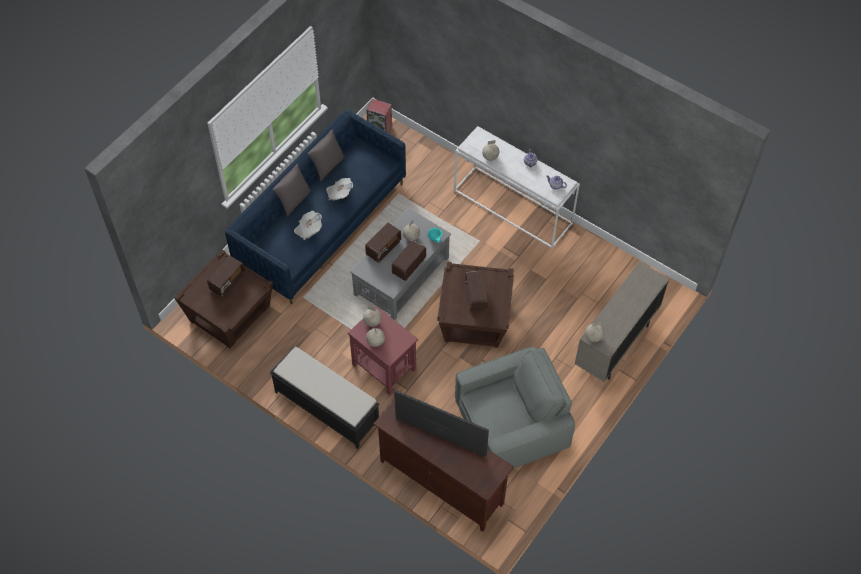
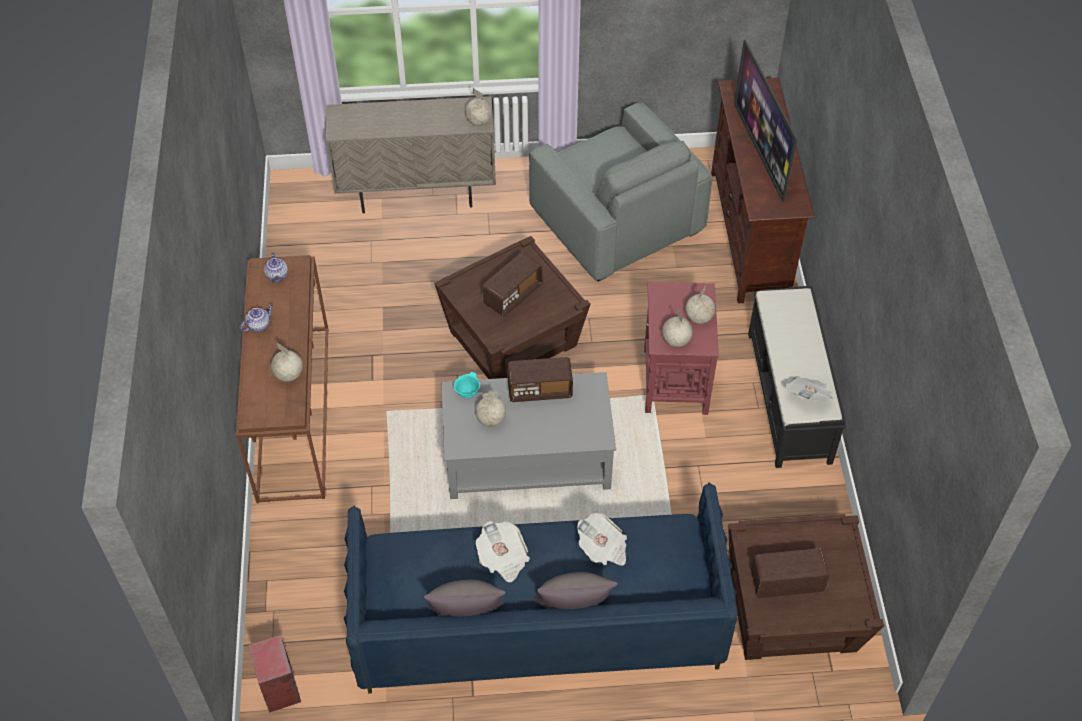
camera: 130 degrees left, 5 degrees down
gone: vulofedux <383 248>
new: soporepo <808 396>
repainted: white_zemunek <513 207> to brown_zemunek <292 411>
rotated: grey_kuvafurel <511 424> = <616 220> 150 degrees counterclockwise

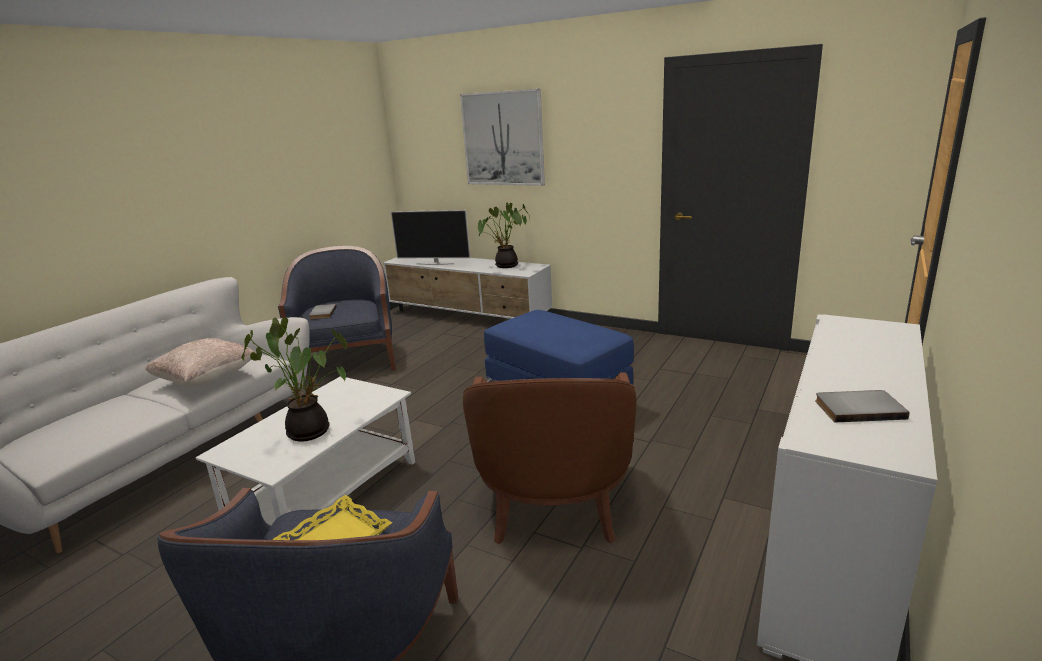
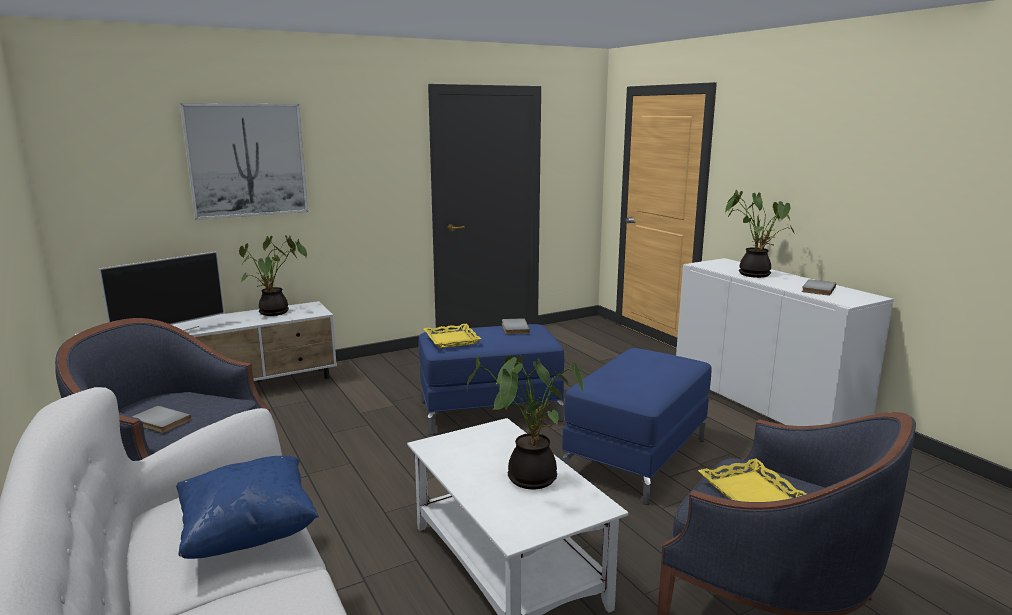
camera: 60 degrees left, 5 degrees down
new: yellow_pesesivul <451 340>; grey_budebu <514 328>; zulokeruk <754 274>
swapped: brown_kuvafurel <553 501> to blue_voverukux <636 457>
repainted: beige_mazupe <206 380> to blue_mazupe <249 533>

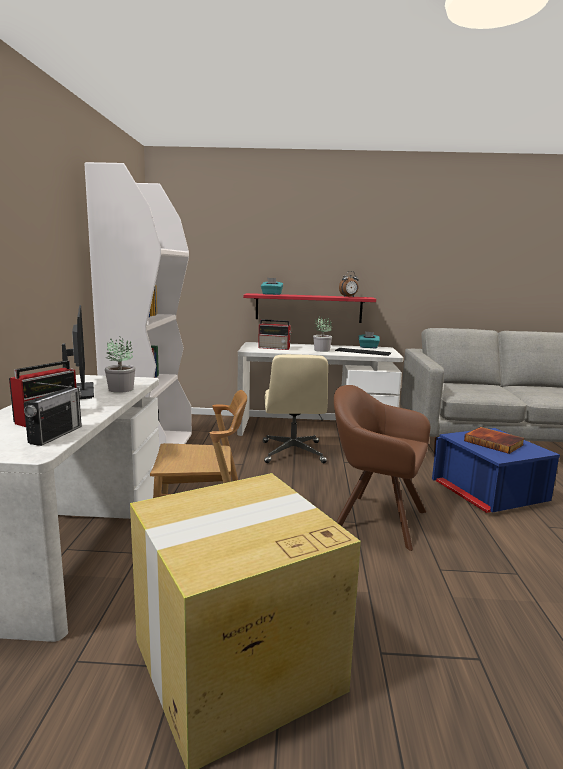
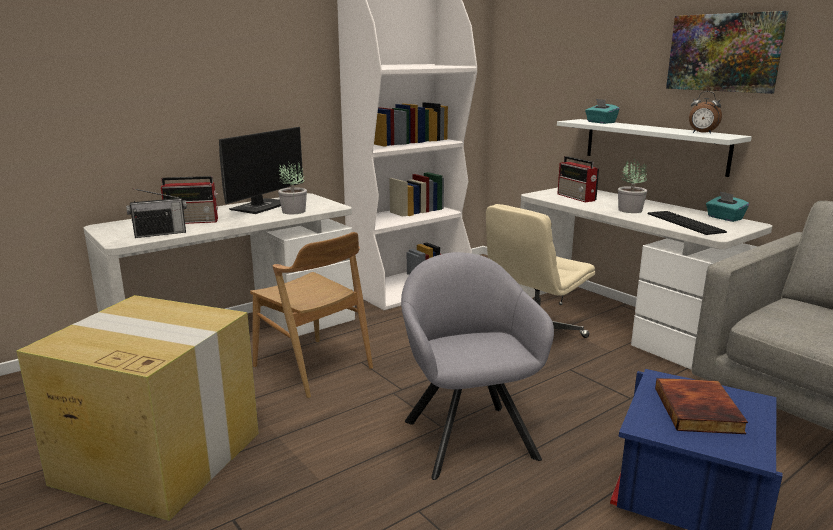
camera: 50 degrees right, 5 degrees up
new: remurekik <724 52>
repainted: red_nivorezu <308 308> to white_nivorezu <654 146>; brown_kuvafurel <374 518> to grey_kuvafurel <467 434>

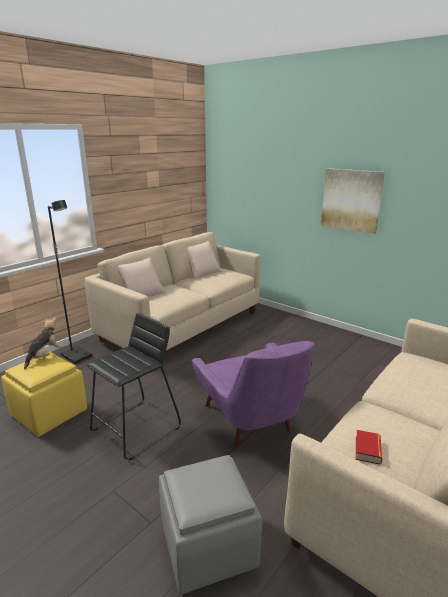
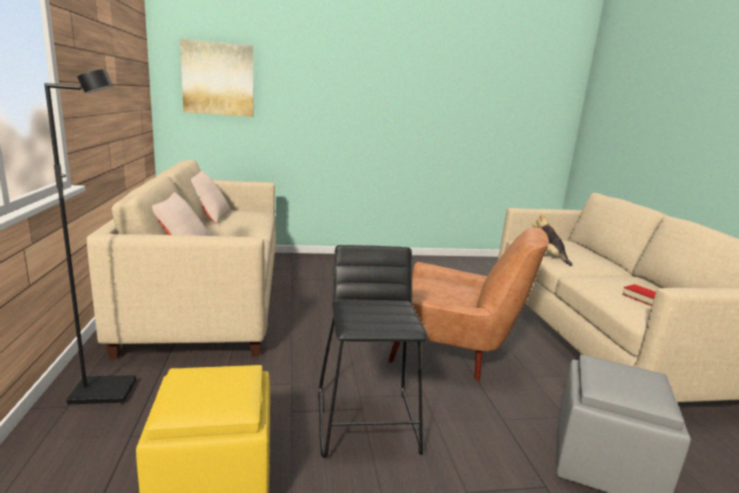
camera: 50 degrees left, 5 degrees down
shifted: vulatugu <45 356> to <549 256>; remurekik <351 200> to <218 79>
repainted: purple_kuvafurel <252 423> to brown_kuvafurel <451 354>

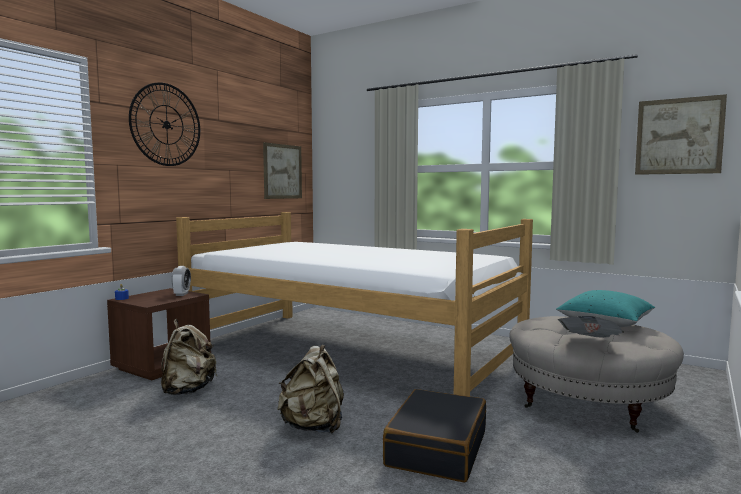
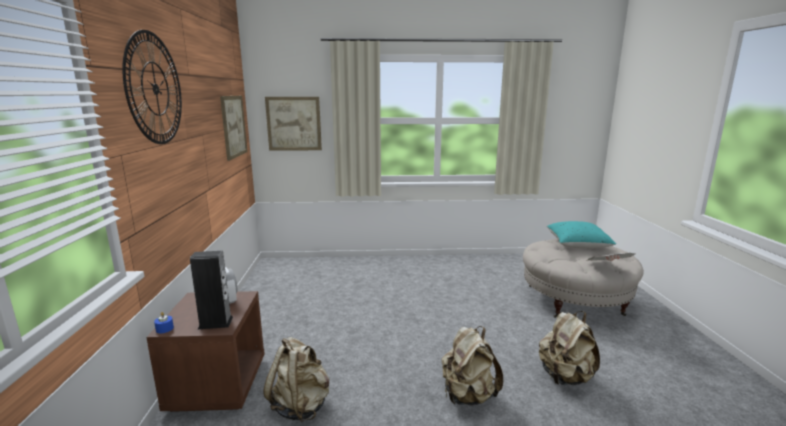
camera: 35 degrees left, 10 degrees up
gone: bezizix <349 353>
new: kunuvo <215 323>
shifted: remurekik <678 136> to <294 123>
swapped: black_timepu <436 448> to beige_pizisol <565 377>

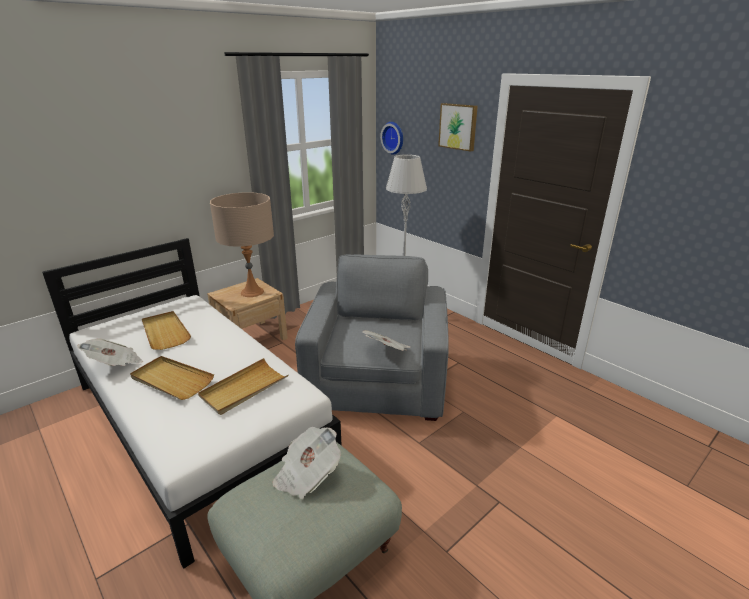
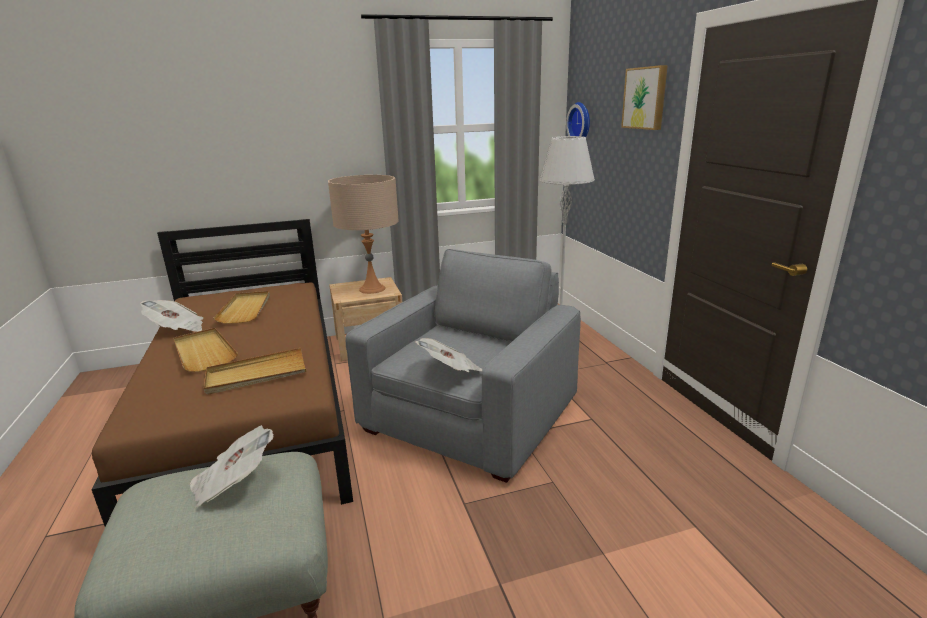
camera: 25 degrees right, 5 degrees down
repainted: white_bezizix <199 422> to brown_bezizix <253 414>

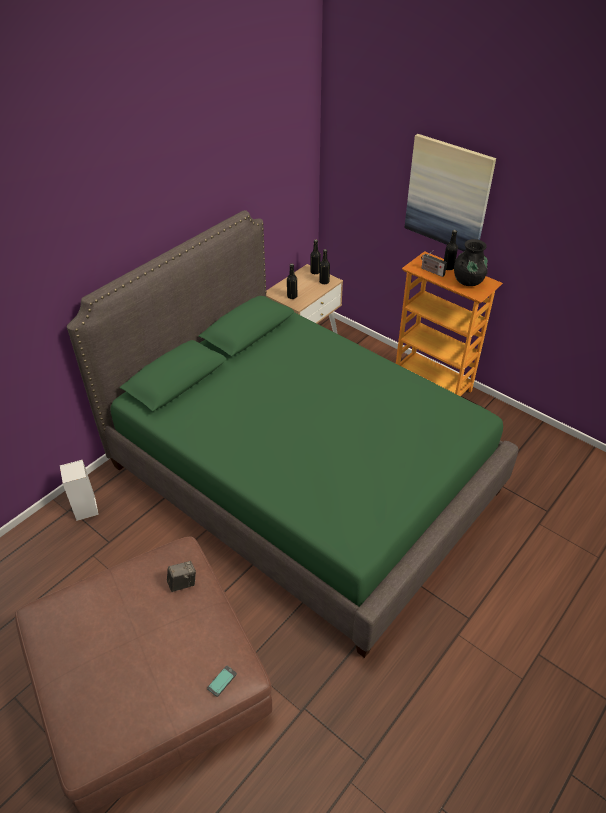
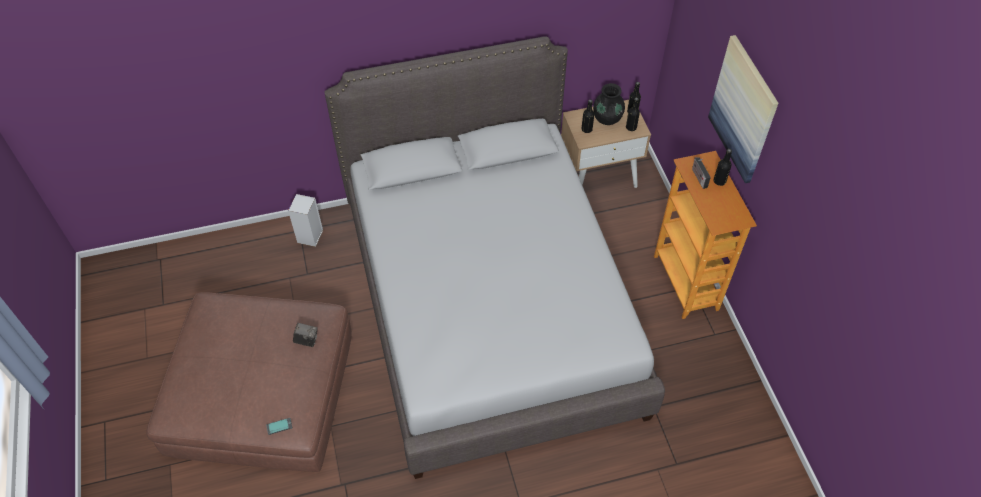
camera: 35 degrees right, 10 degrees up
shifted: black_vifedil <468 281> to <607 118>
repainted: green_bezizix <302 478> to grey_bezizix <490 306>

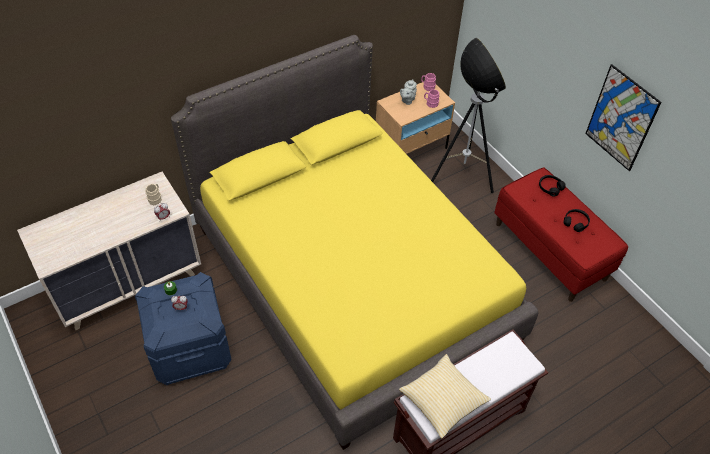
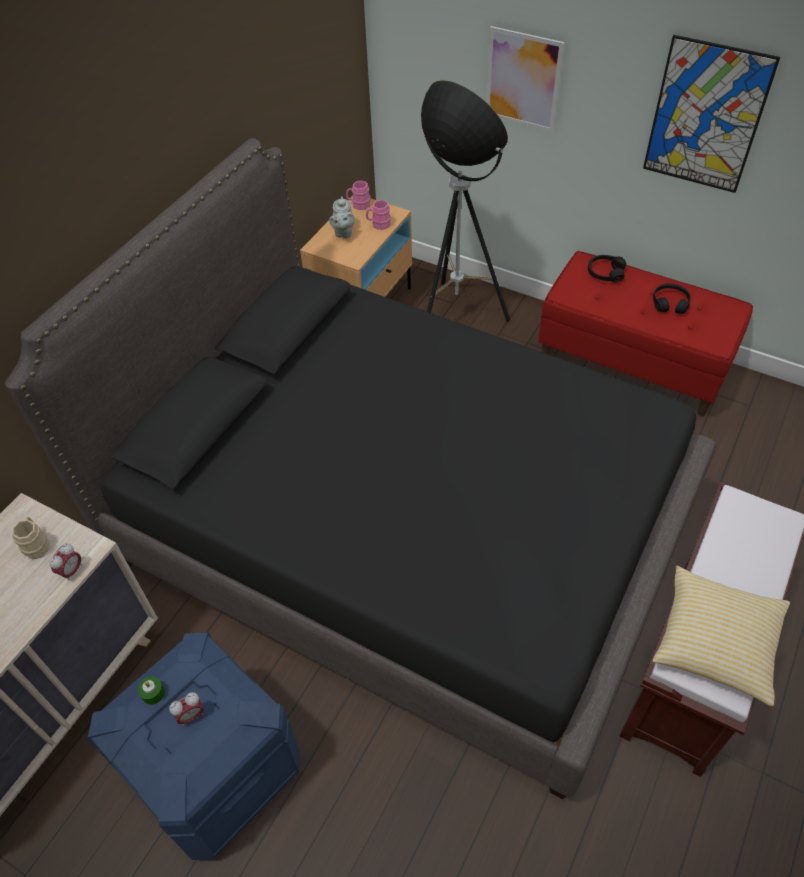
camera: 25 degrees left, 0 degrees up
new: remurekik <523 80>
repainted: yellow_bezizix <353 282> to black_bezizix <405 530>

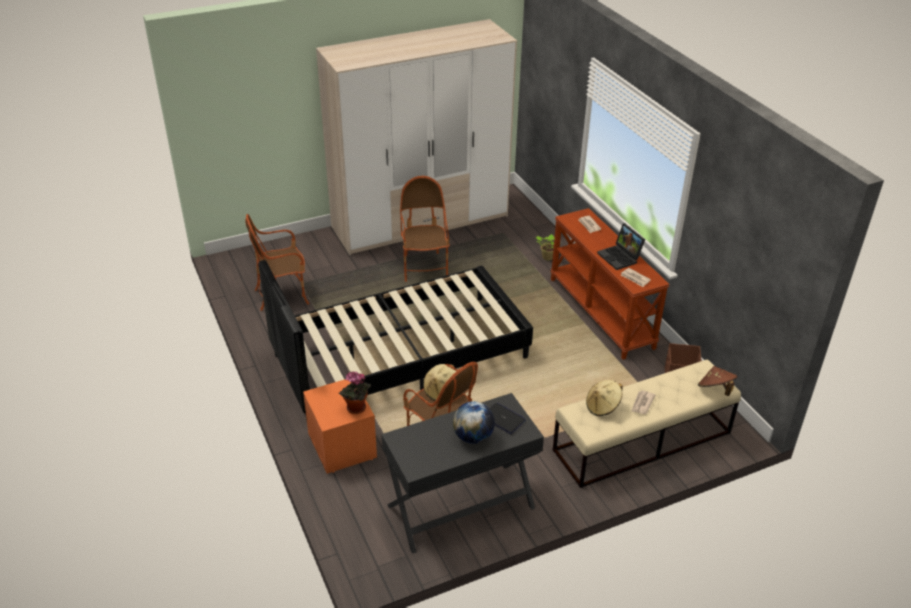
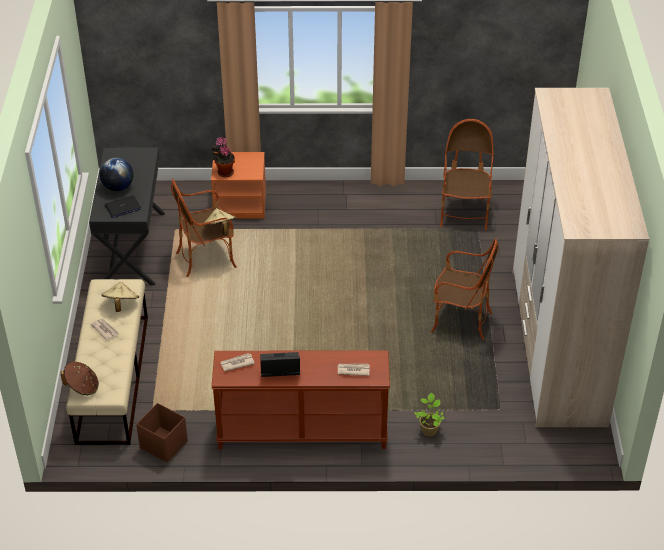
camera: 115 degrees right, 5 degrees up
gone: black_bezizix <400 356>

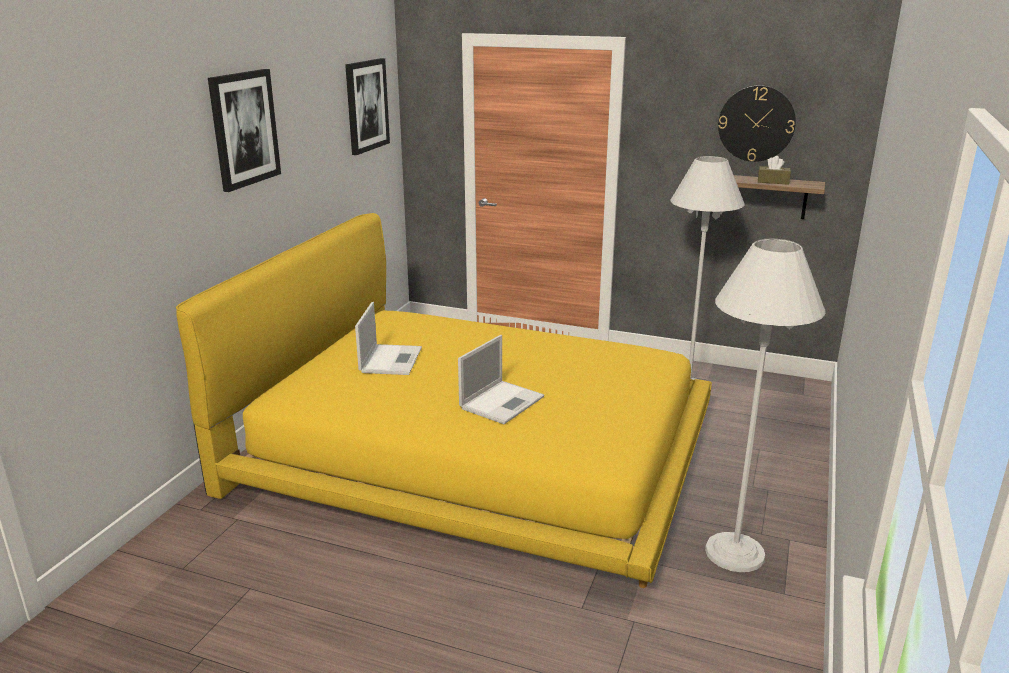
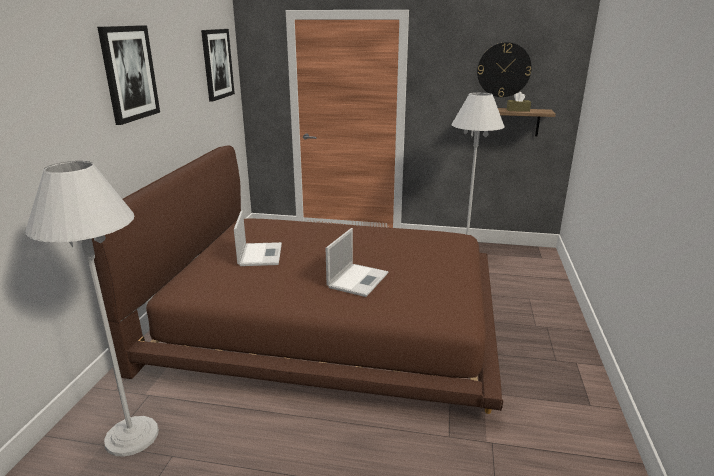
camera: 10 degrees left, 0 degrees up
shifted: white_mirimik <734 553> to <131 436>
repainted: yellow_bezizix <474 451> to brown_bezizix <328 319>

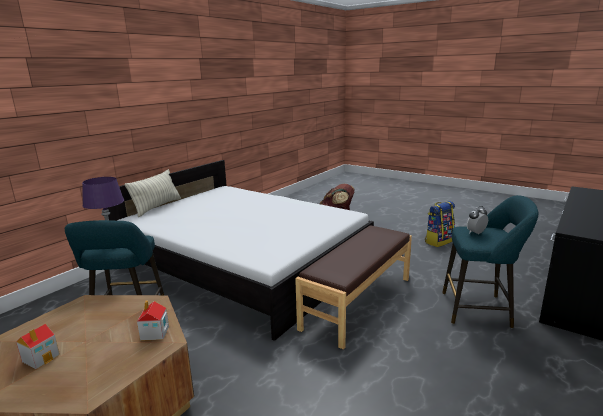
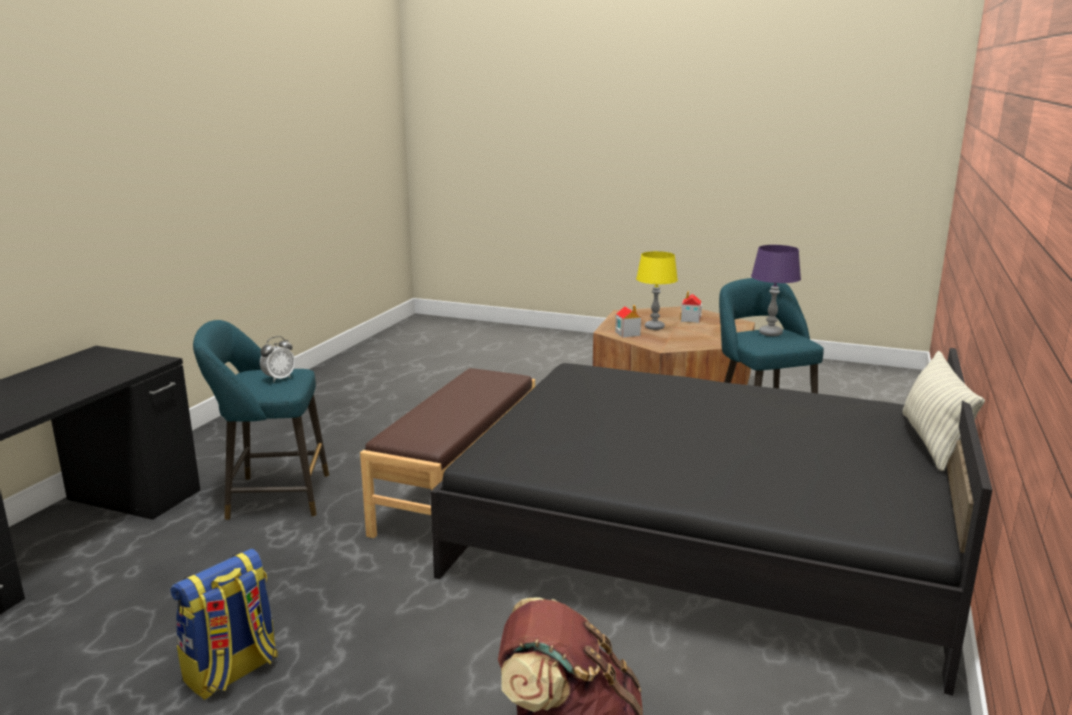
camera: 165 degrees right, 0 degrees up
new: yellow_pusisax <654 327>
repainted: white_bezizix <244 264> to black_bezizix <704 534>

